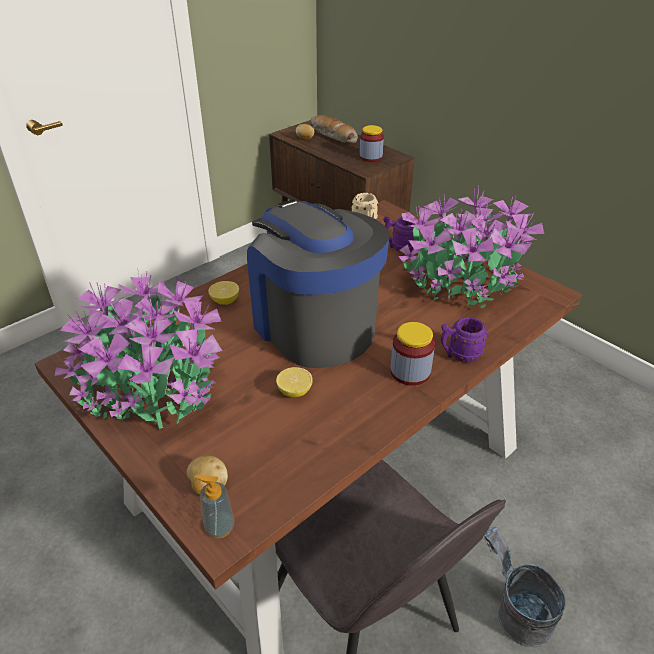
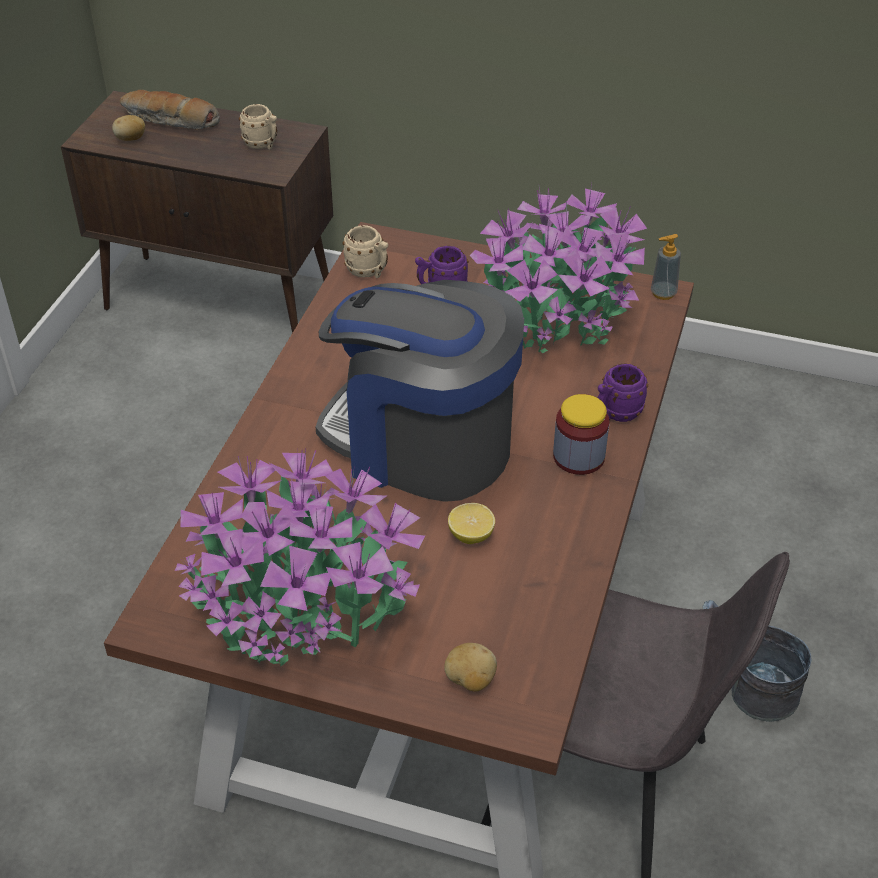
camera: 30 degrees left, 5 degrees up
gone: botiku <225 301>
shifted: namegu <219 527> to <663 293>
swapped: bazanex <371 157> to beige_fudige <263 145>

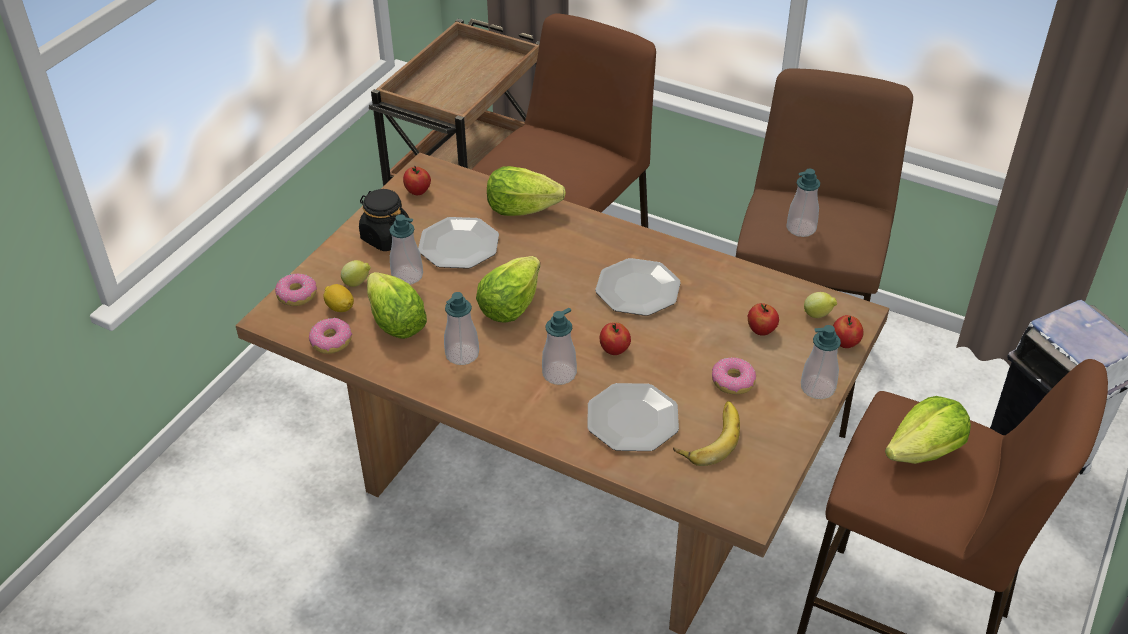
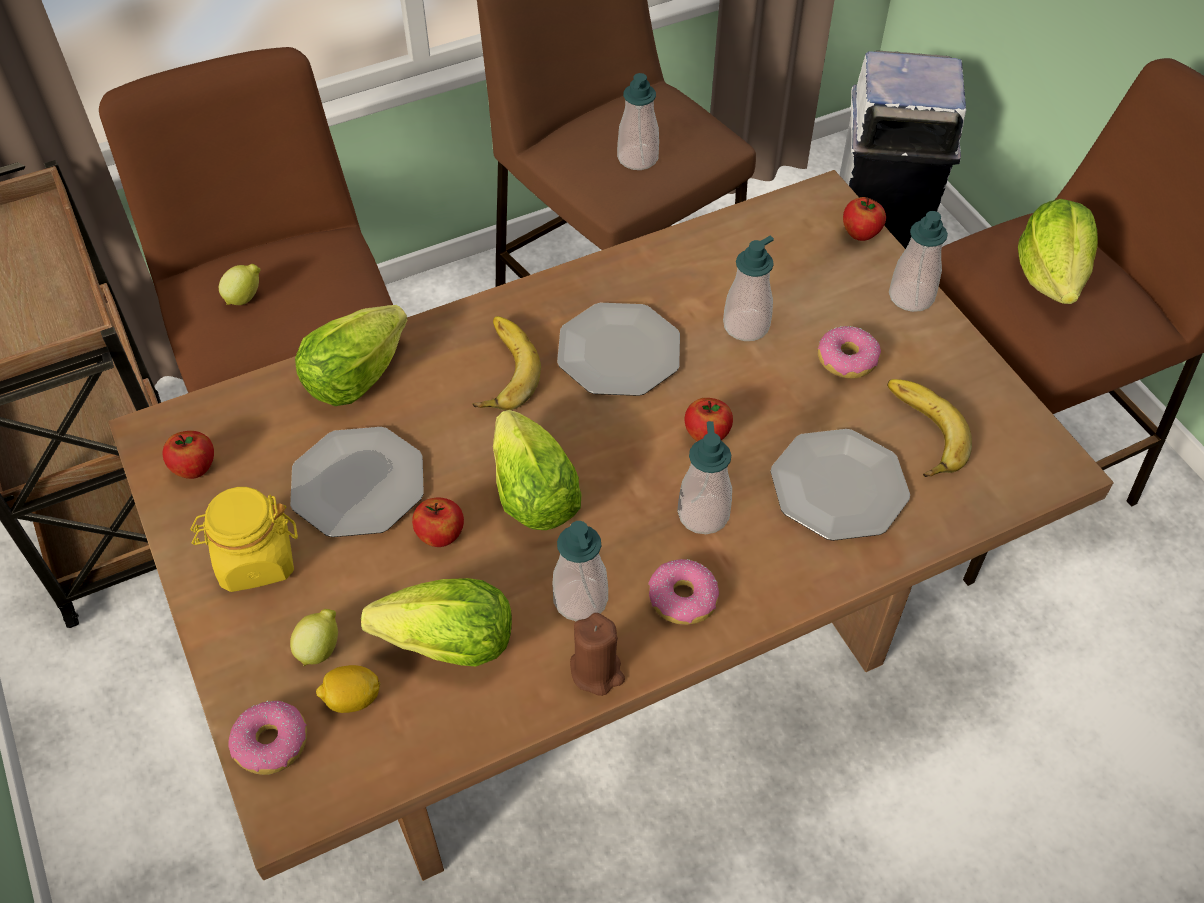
camera: 55 degrees left, 10 degrees up
new: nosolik <499 370>; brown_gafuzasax <597 671>
shifted: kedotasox <331 341> to <682 598>; namegu <407 276> to <746 326>; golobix <761 330> to <441 536>; botiku <818 315> to <245 298>
repainted: black_bazanex <386 237> to yellow_bazanex <255 560>

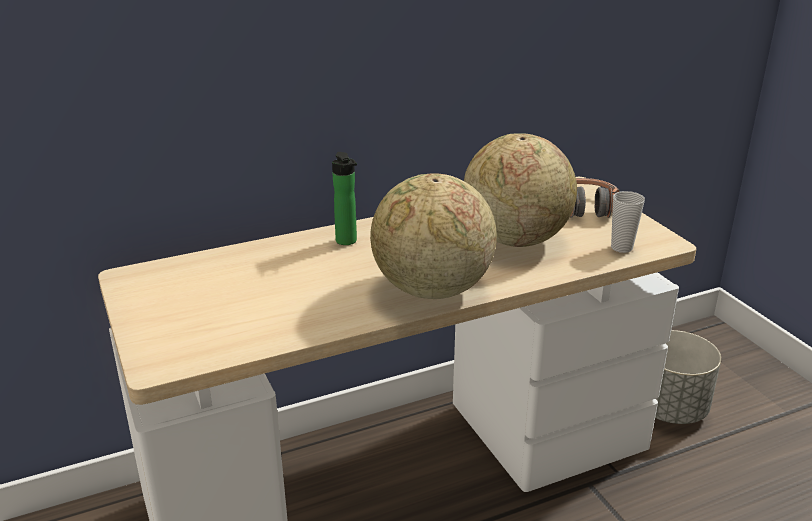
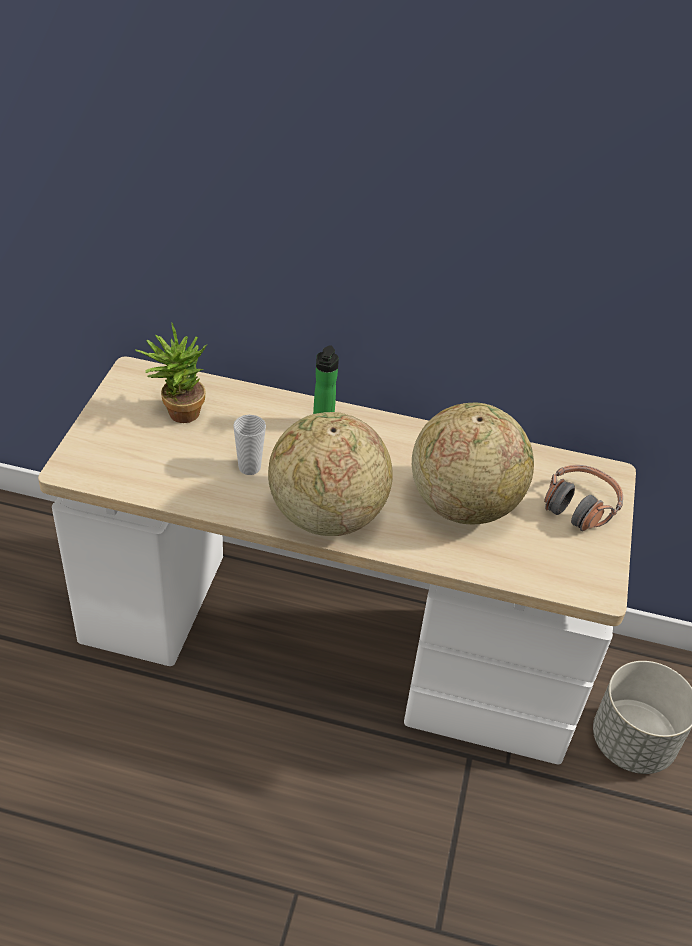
camera: 35 degrees right, 15 degrees up
new: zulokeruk <177 412>
shifted: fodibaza <621 248> to <249 467>

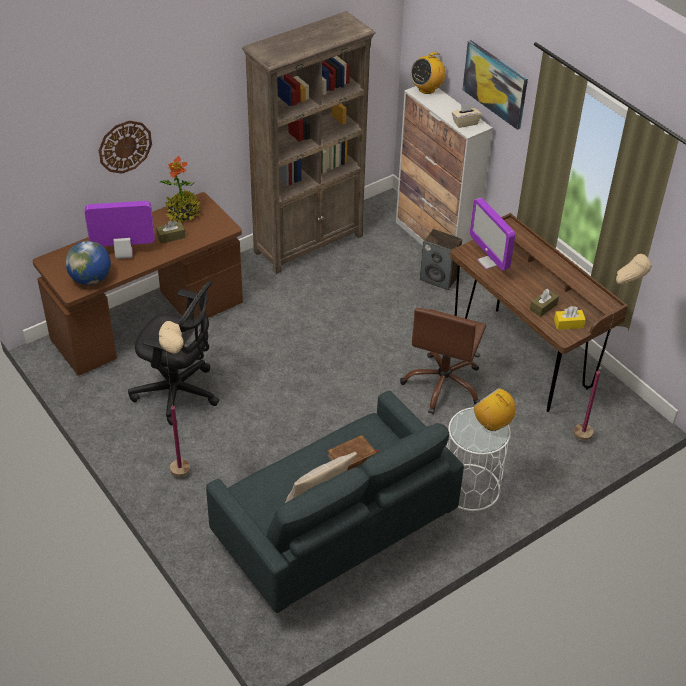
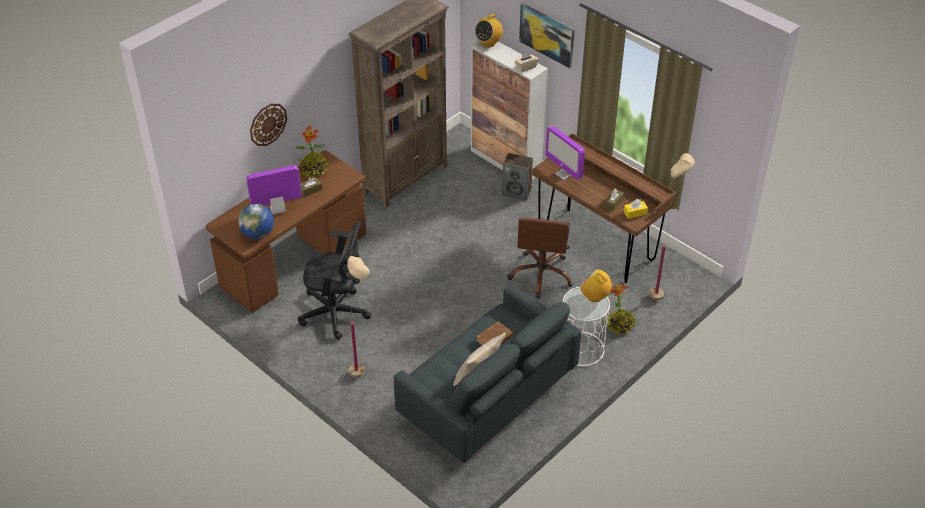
camera: 10 degrees left, 0 degrees up
new: zulokeruk <619 325>

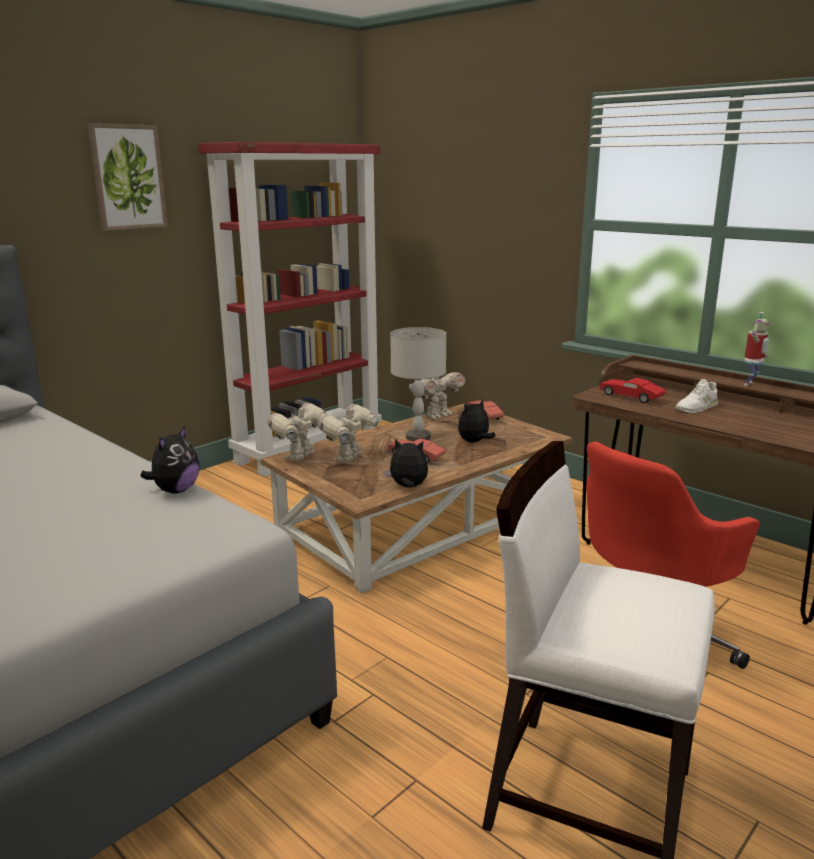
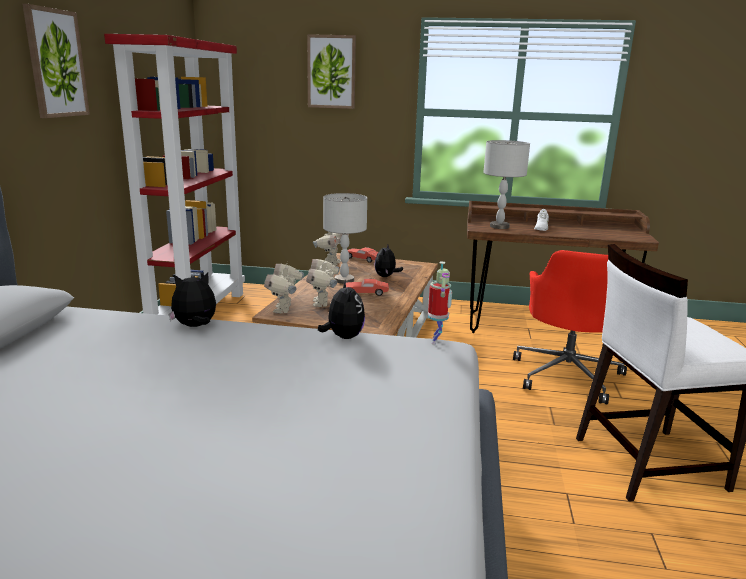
camera: 35 degrees left, 0 degrees up
new: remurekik <331 72>
shifted: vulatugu <408 487> to <195 326>; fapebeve <750 384> to <437 341>
swapped: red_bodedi <631 397> to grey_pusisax <499 226>

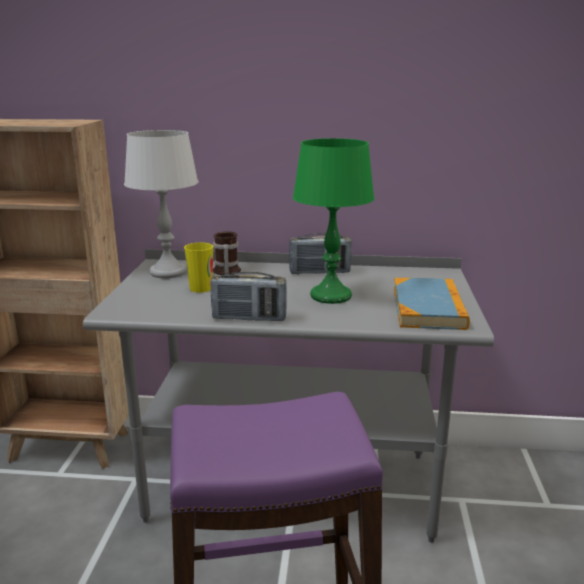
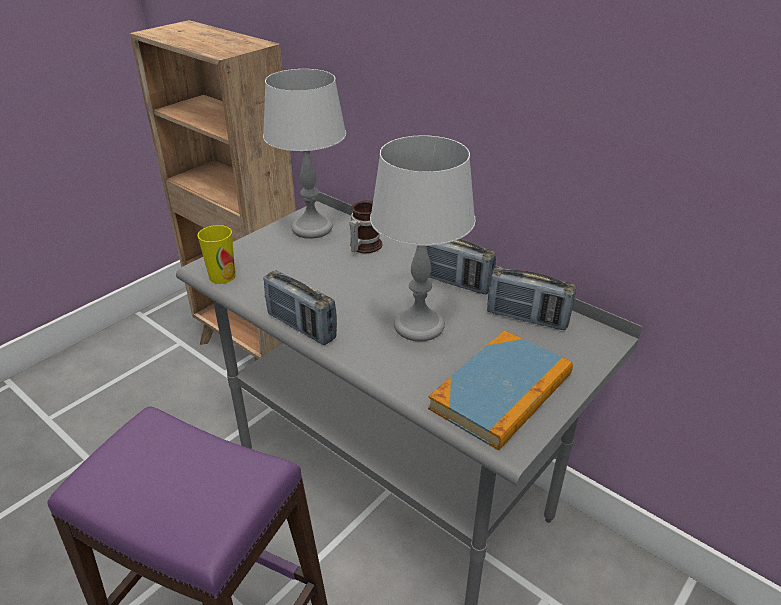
camera: 35 degrees right, 15 degrees up
new: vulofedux <527 318>
shifted: fodibaza <201 288> to <222 276>
repainted: green_pusisax <331 296> to grey_pusisax <418 326>

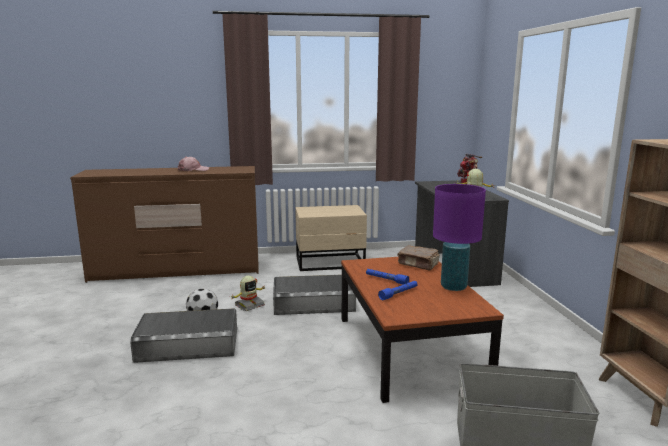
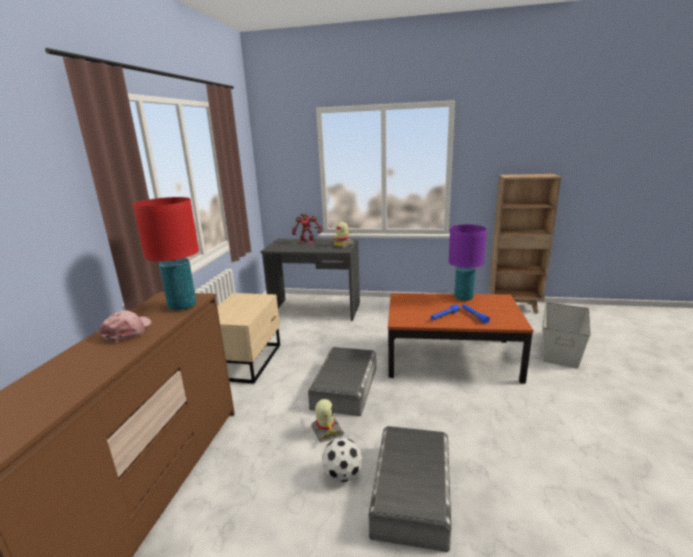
camera: 70 degrees left, 5 degrees up
gone: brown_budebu <418 264>
new: red_pusisax <182 306>

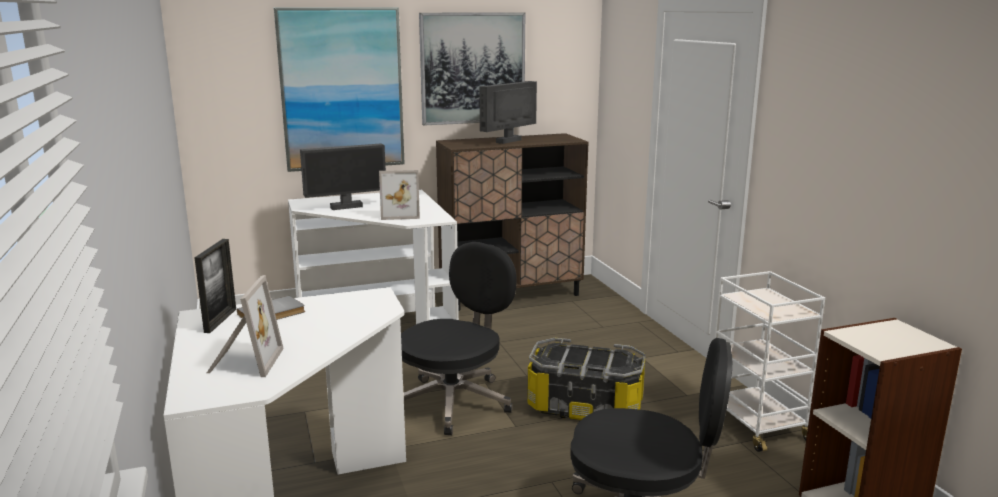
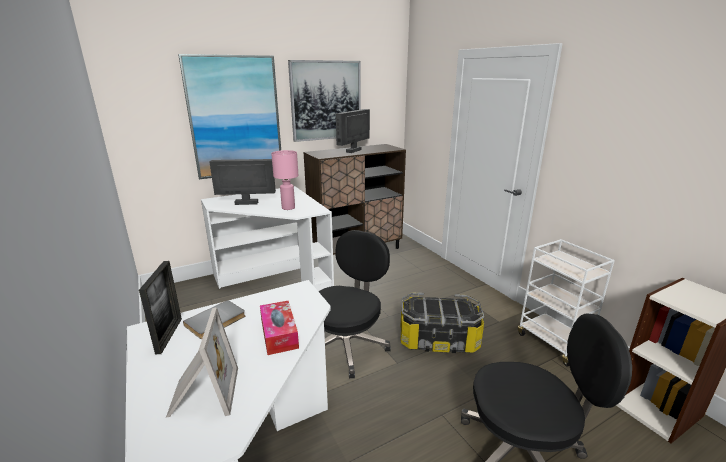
camera: 10 degrees left, 5 degrees up
new: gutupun <279 334>
swapped: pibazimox <400 214> to pink_pusisax <288 208>
rotated: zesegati <346 207> = <246 203> 150 degrees counterclockwise

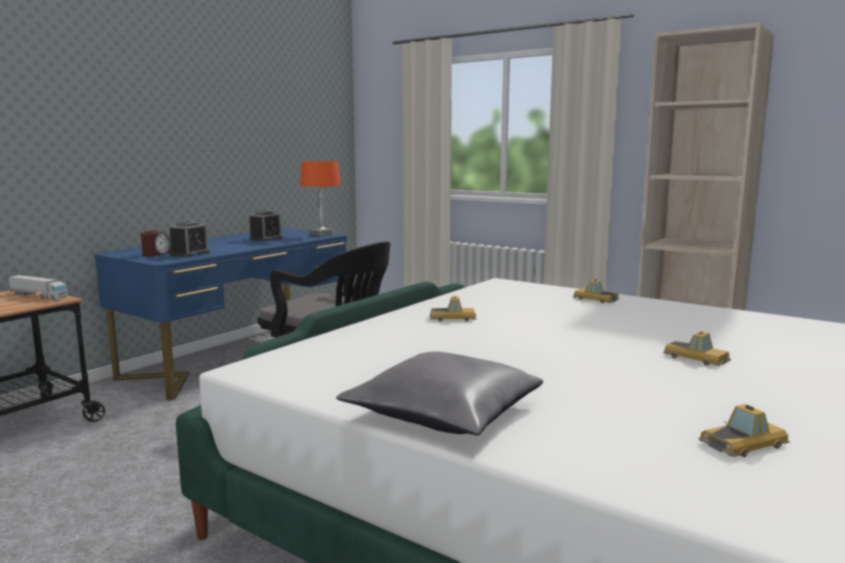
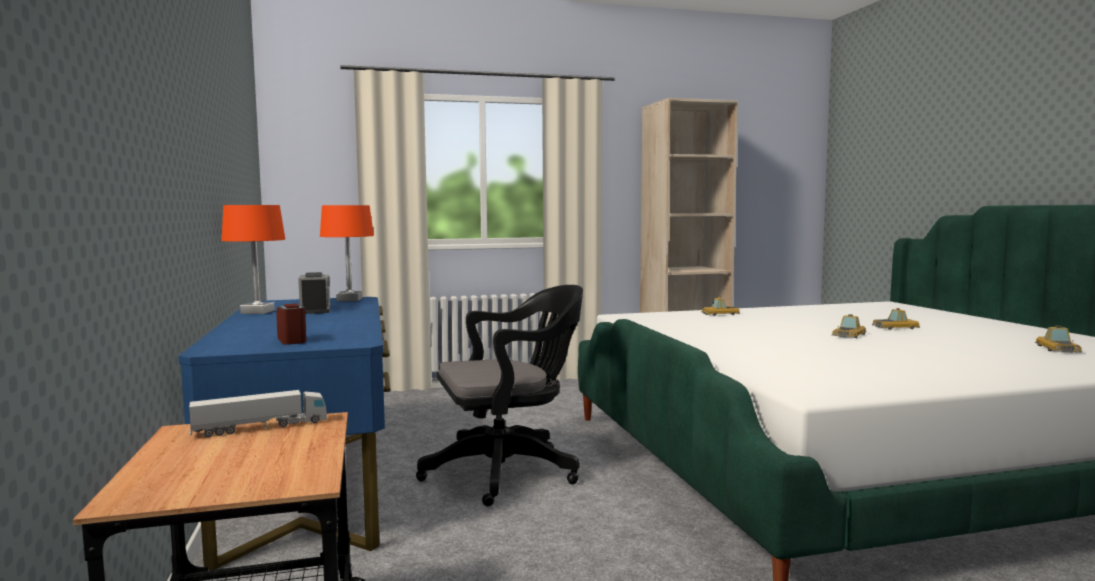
camera: 50 degrees left, 5 degrees down
gone: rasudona <190 254>; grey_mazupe <443 412>
new: orange_pusisax <257 312>
shifted: bodedi <453 318> to <849 335>

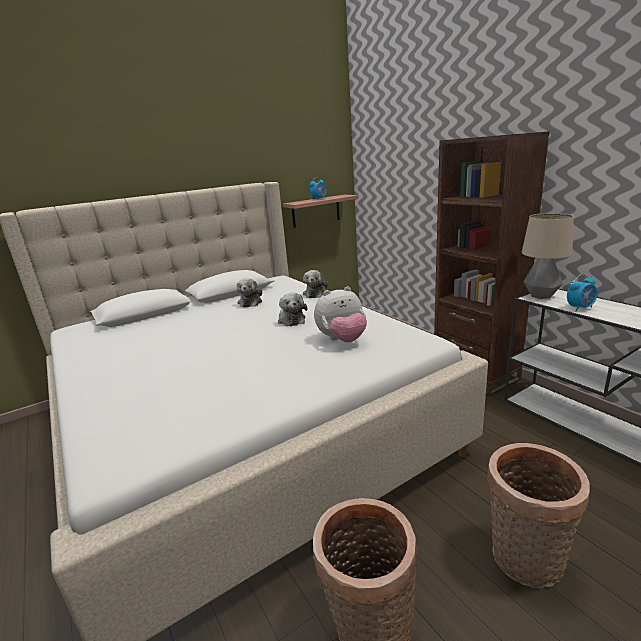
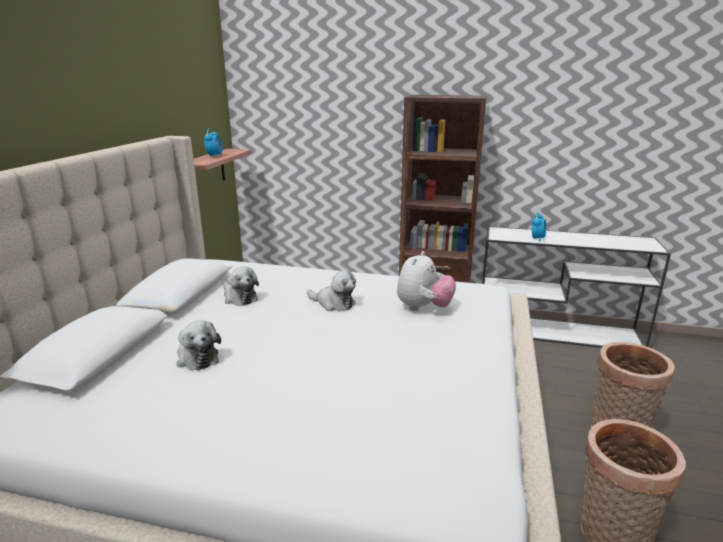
camera: 45 degrees left, 0 degrees up
gone: pusisax <541 295>
shifted: vulatugu <315 293> to <197 357>

